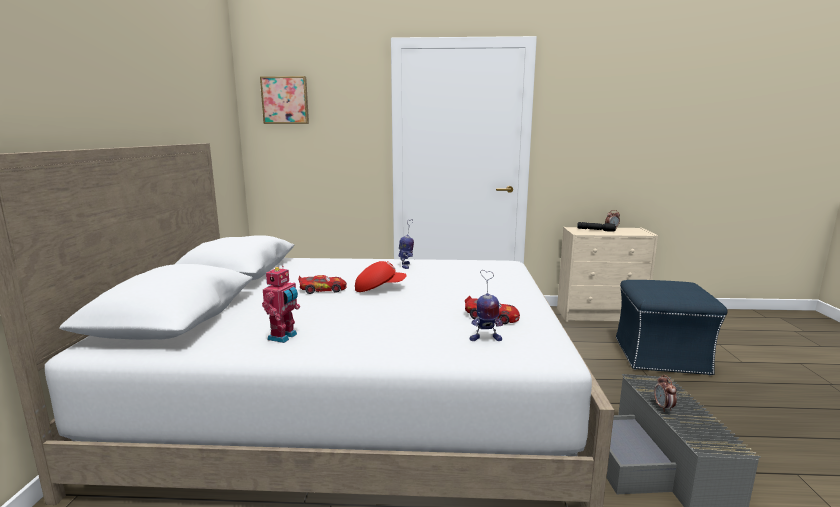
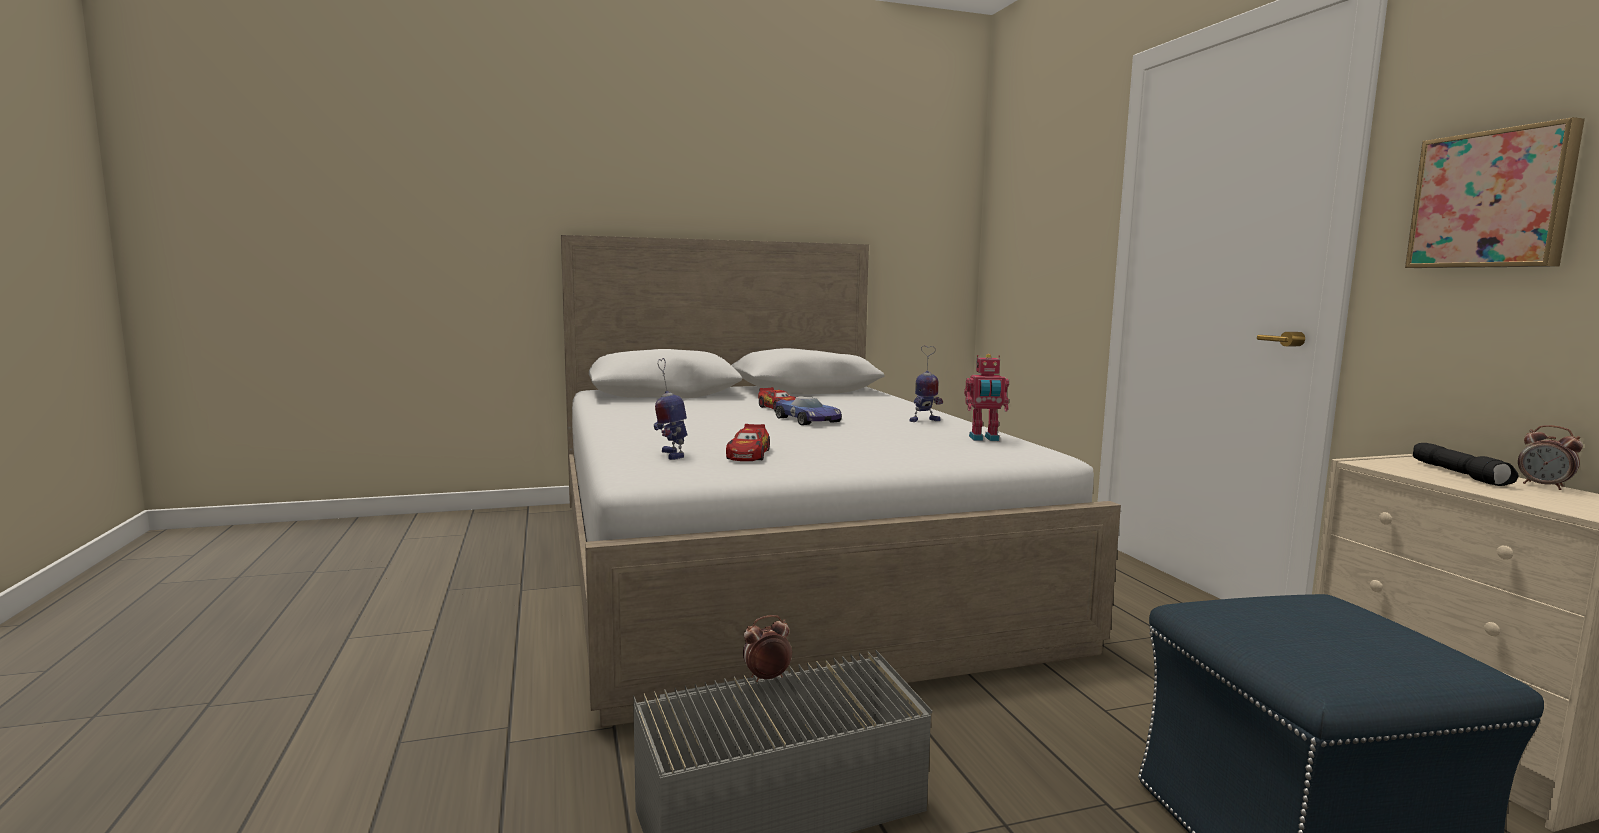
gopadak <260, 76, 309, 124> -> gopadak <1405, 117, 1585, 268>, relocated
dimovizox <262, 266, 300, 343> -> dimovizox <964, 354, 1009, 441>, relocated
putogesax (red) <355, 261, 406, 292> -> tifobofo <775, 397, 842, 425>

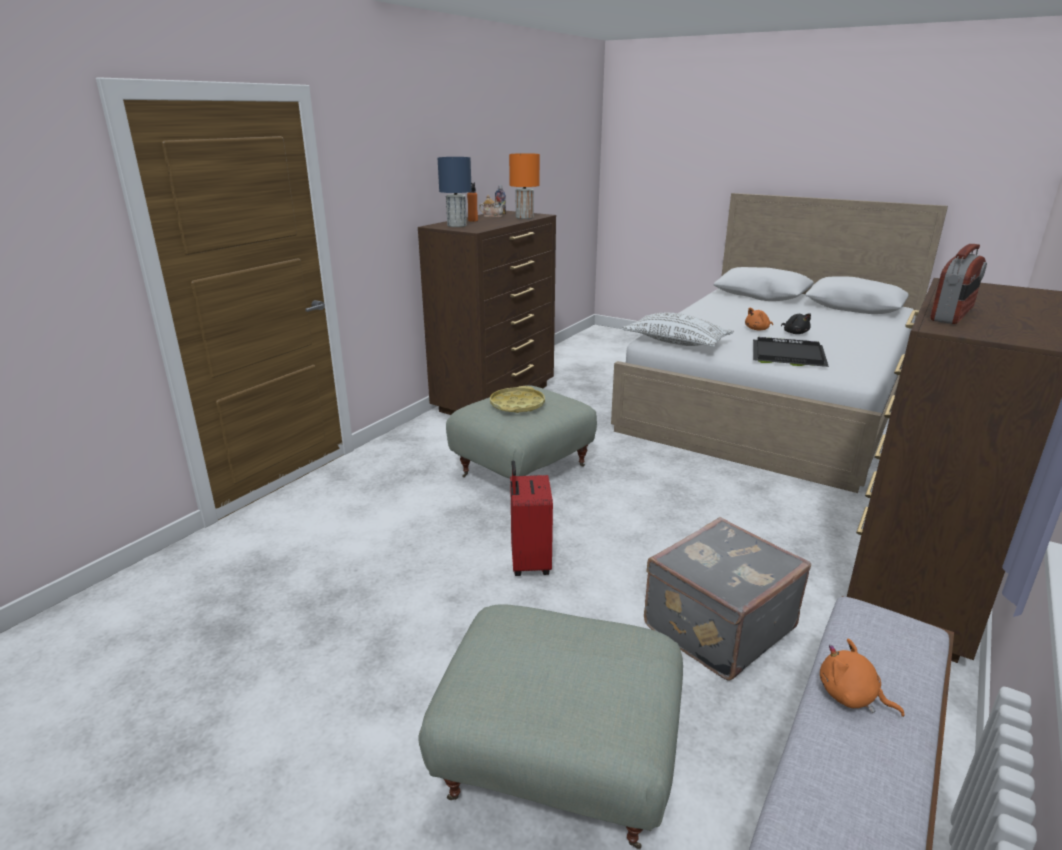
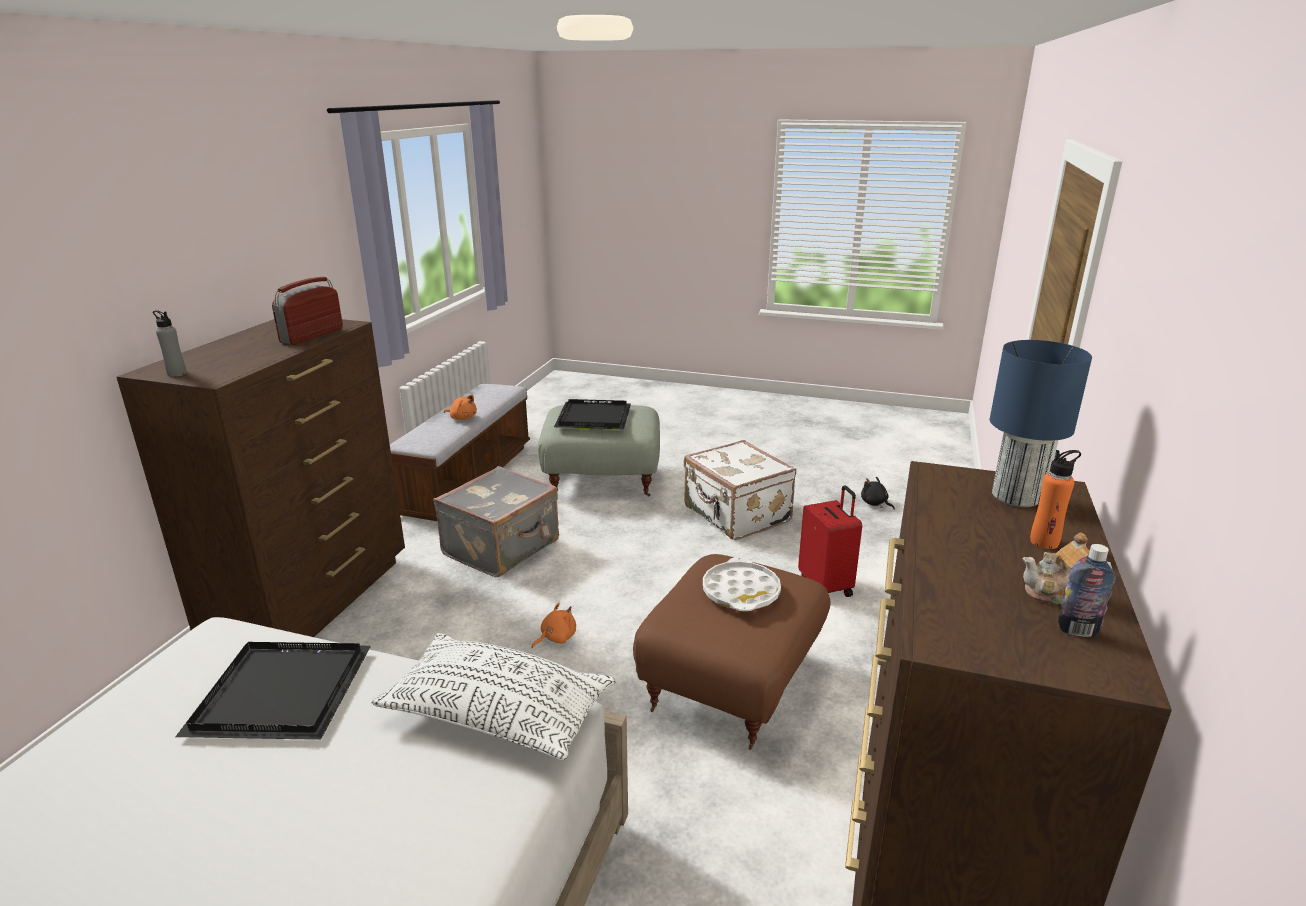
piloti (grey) <446, 385, 597, 478> -> piloti (brown) <633, 554, 831, 750>
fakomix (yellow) <490, 386, 545, 413> -> fakomix (white) <703, 557, 781, 611>
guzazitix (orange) <509, 153, 540, 219> -> none
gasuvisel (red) <510, 460, 553, 576> -> gasuvisel (red) <798, 485, 862, 597>, relocated
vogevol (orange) <745, 308, 773, 330> -> vogevol (orange) <532, 603, 576, 648>, relocated
vogevol (black) <781, 313, 811, 334> -> vogevol (black) <861, 477, 895, 510>, relocated
none -> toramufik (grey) <153, 310, 187, 377>
none -> fakomix (black) <554, 399, 631, 430>
none -> gasuvisel (white) <684, 440, 796, 540>

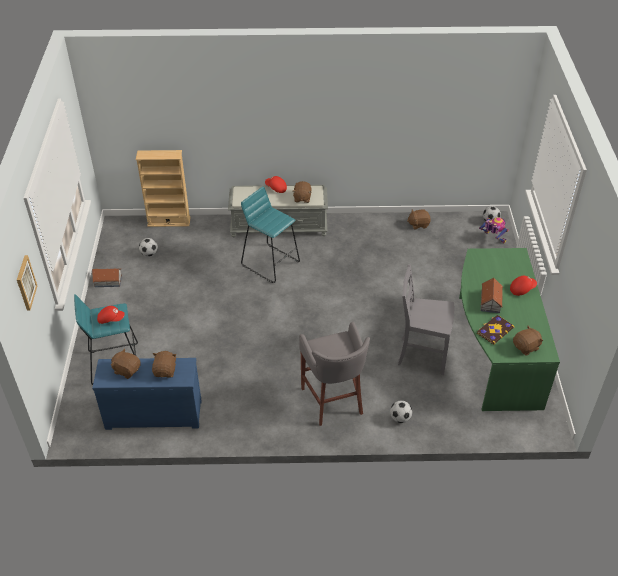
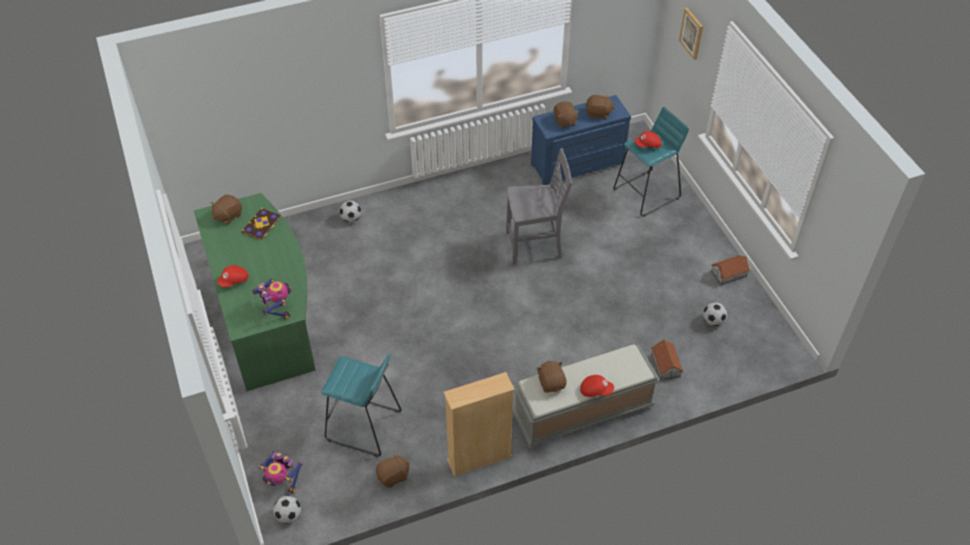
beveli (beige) <136, 150, 191, 227> -> beveli (beige) <443, 372, 515, 477>, relocated
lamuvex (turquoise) <241, 186, 300, 283> -> lamuvex (turquoise) <321, 354, 401, 457>, relocated
lamuvex (grey) <299, 322, 370, 426> -> none
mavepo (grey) <398, 264, 454, 375> -> mavepo (grey) <506, 148, 572, 265>, relocated
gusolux <481, 278, 503, 313> -> gusolux <651, 339, 683, 380>, relocated
none -> dimovizox <252, 278, 291, 319>

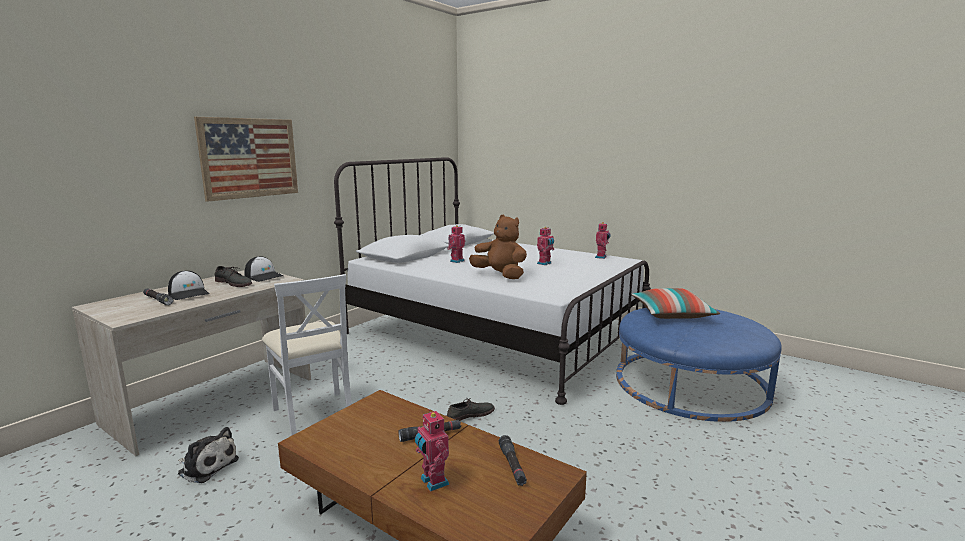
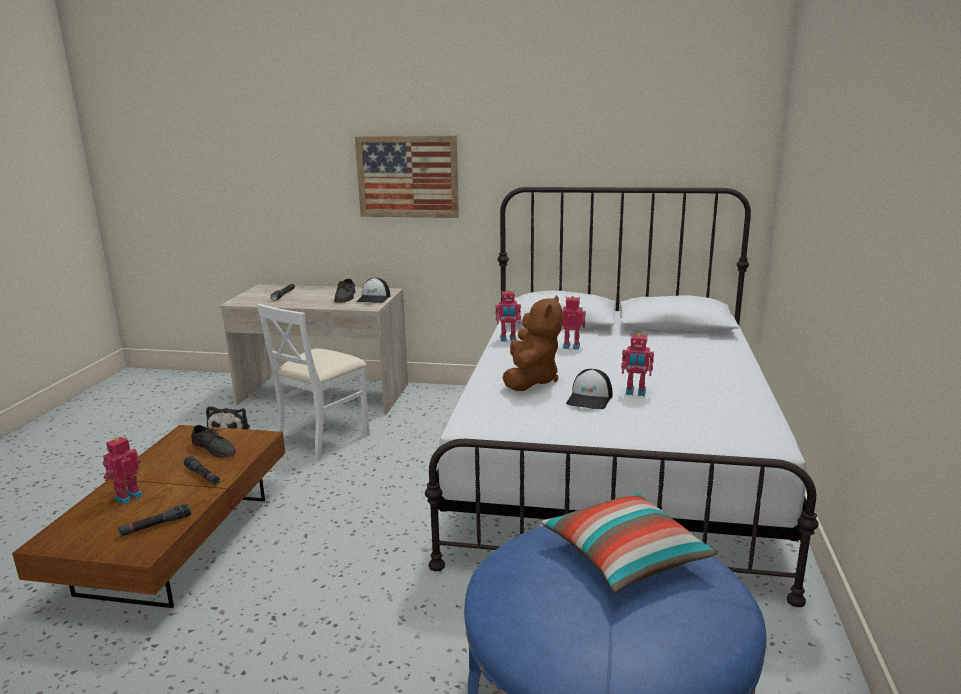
putogesax <168, 271, 209, 300> -> putogesax <566, 369, 612, 409>, relocated
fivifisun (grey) <447, 398, 495, 421> -> fivifisun (grey) <191, 425, 236, 458>, relocated
dimovizox <595, 222, 611, 259> -> dimovizox <495, 290, 521, 342>, relocated

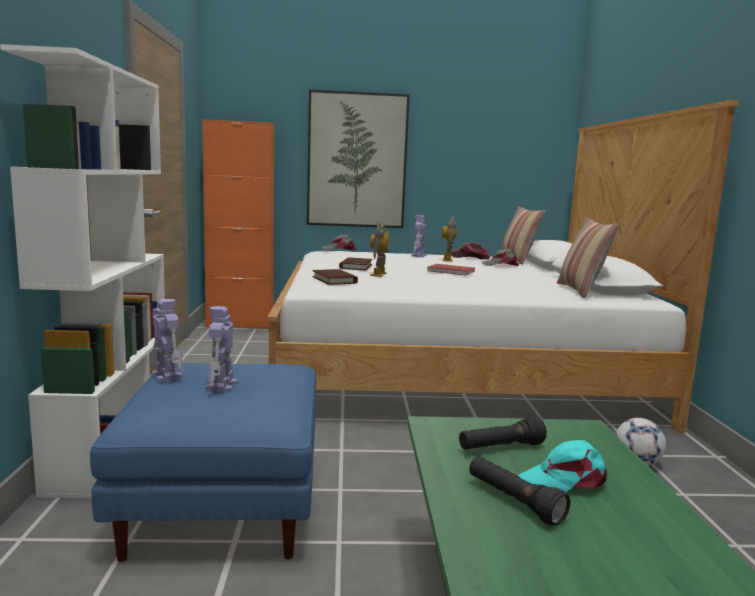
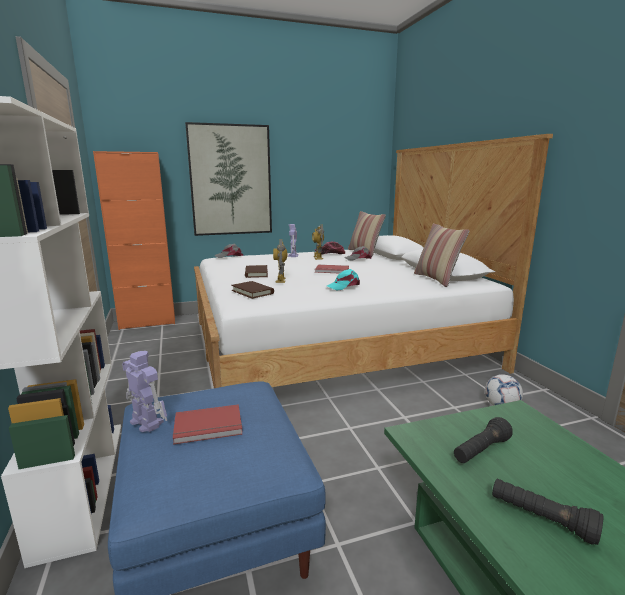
dimovizox <206, 306, 237, 392> -> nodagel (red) <173, 404, 242, 444>
putogesax (turquoise) <518, 440, 607, 492> -> putogesax (turquoise) <327, 269, 360, 290>, relocated

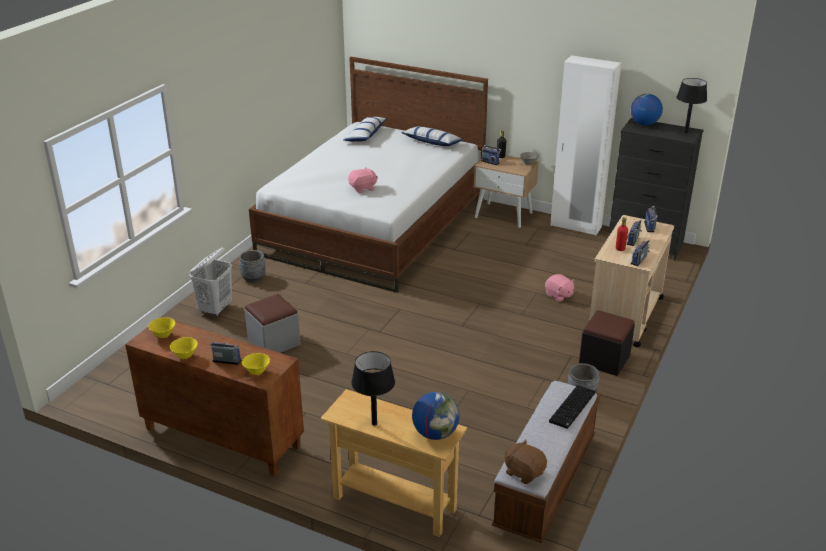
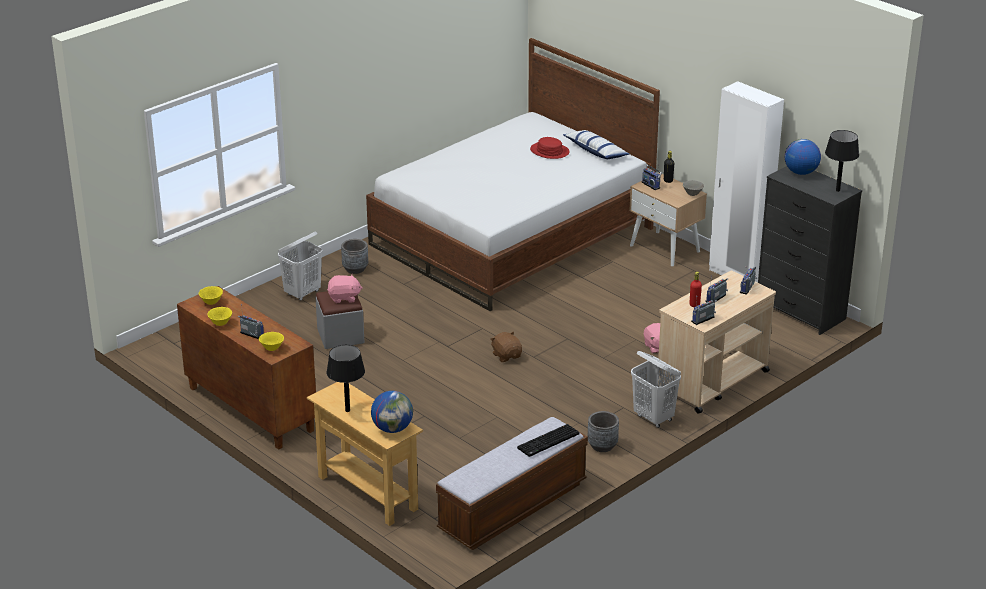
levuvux <343, 117, 387, 142> -> none
vogevol (pink) <348, 167, 378, 193> -> vogevol (pink) <327, 274, 363, 303>, relocated
vogevol (brown) <504, 440, 547, 484> -> vogevol (brown) <490, 332, 522, 362>, relocated
piloti (black) <579, 310, 635, 376> -> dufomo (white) <631, 351, 681, 428>
none -> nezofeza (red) <530, 137, 570, 159>

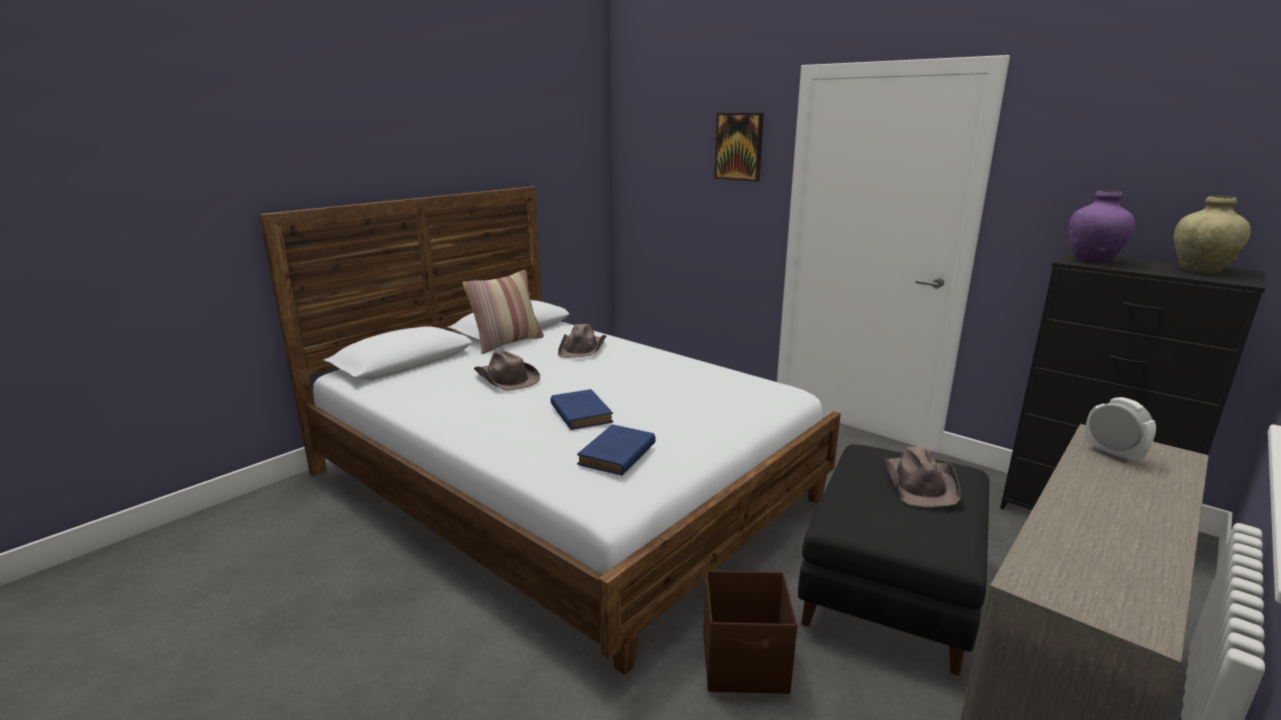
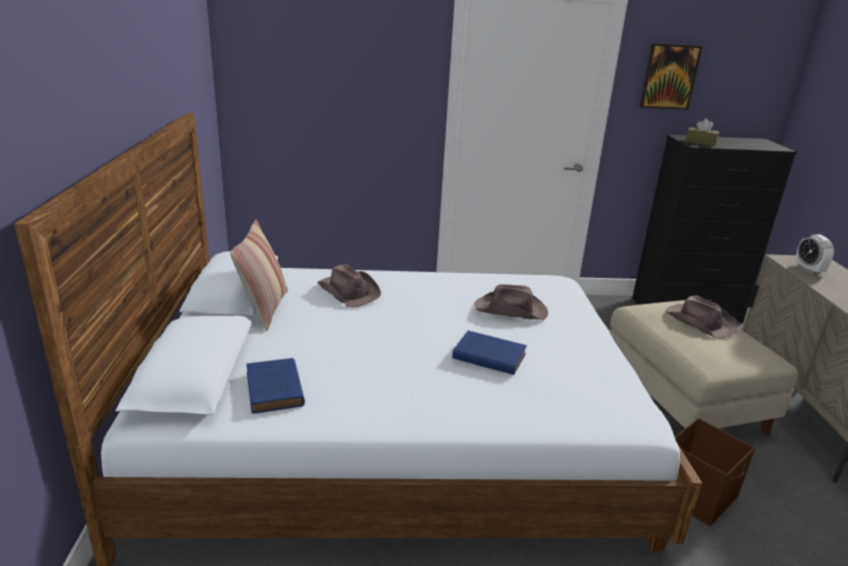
nezofeza (brown) <474, 351, 540, 391> -> nezofeza (brown) <474, 284, 548, 320>, relocated
nodagel (blue) <577, 424, 656, 476> -> nodagel (blue) <246, 358, 305, 414>, relocated
gopadak <714, 113, 764, 182> -> gopadak <639, 43, 703, 110>, relocated
piloti (black) <798, 444, 989, 676> -> piloti (beige) <609, 300, 798, 435>
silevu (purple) <1069, 190, 1135, 263> -> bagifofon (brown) <685, 118, 719, 146>
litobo <1084, 397, 1156, 464> -> litobo <795, 234, 834, 274>, 120 degrees counterclockwise
silevu (beige) <1174, 196, 1251, 274> -> none

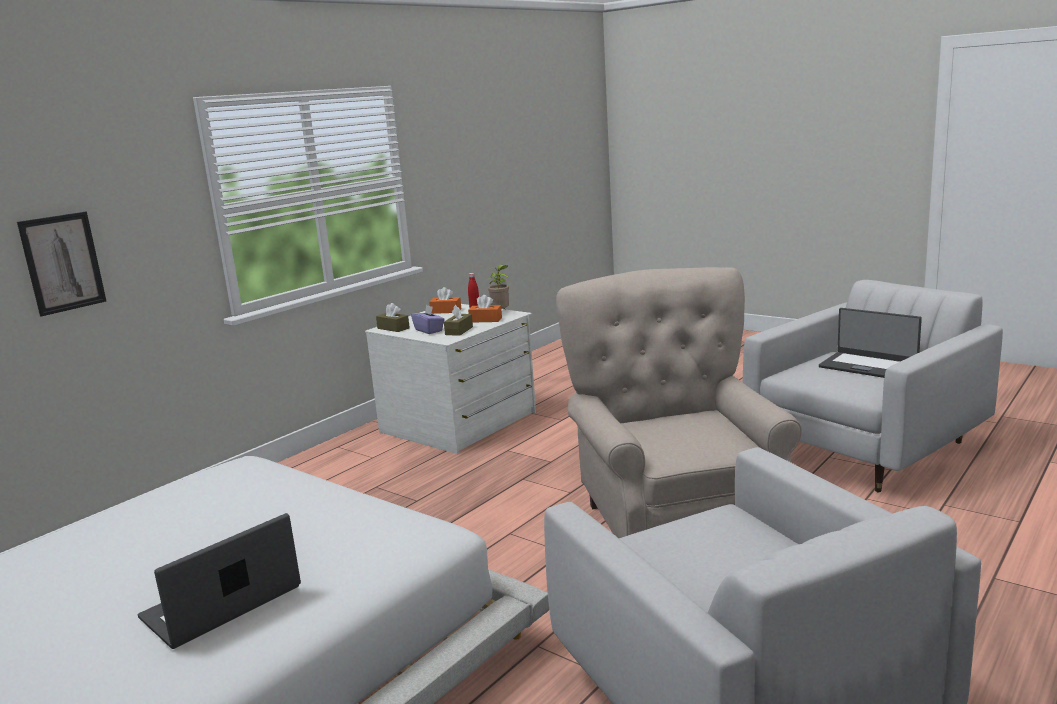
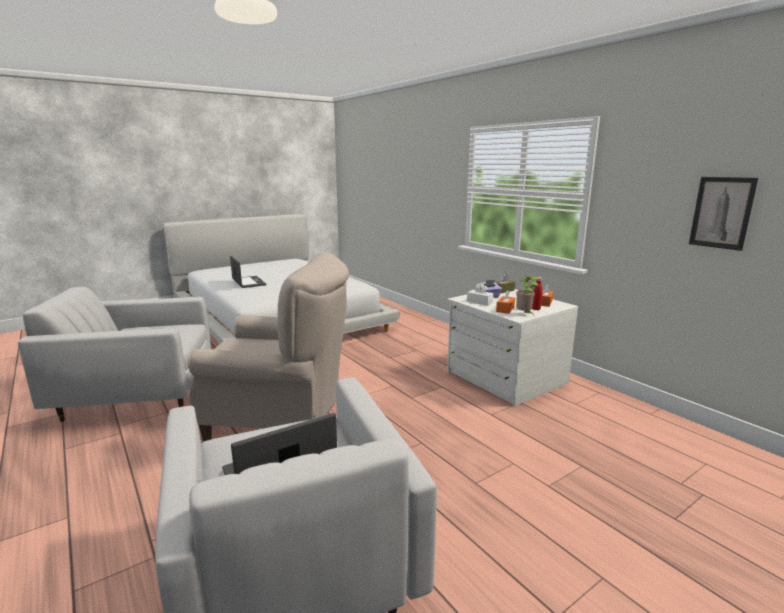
gopadak <17, 212, 106, 316> -> gopadak <689, 177, 758, 251>, relocated
bagifofon (brown) <444, 305, 473, 336> -> bagifofon (white) <467, 283, 493, 305>

